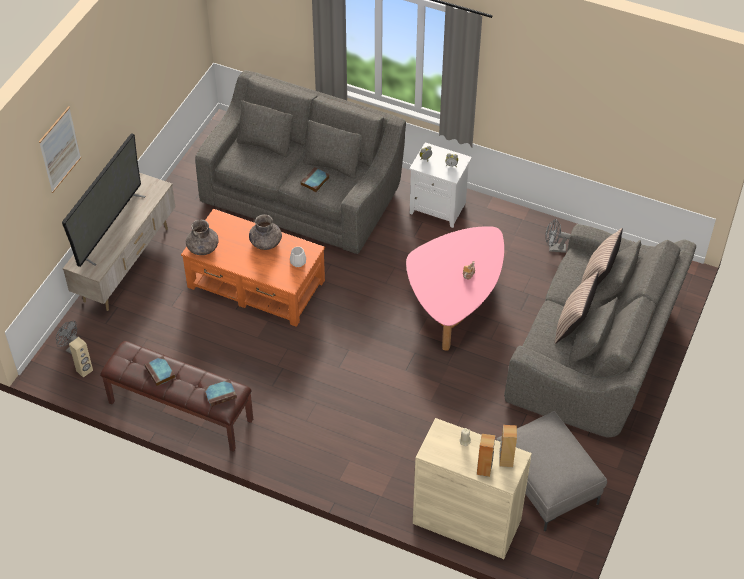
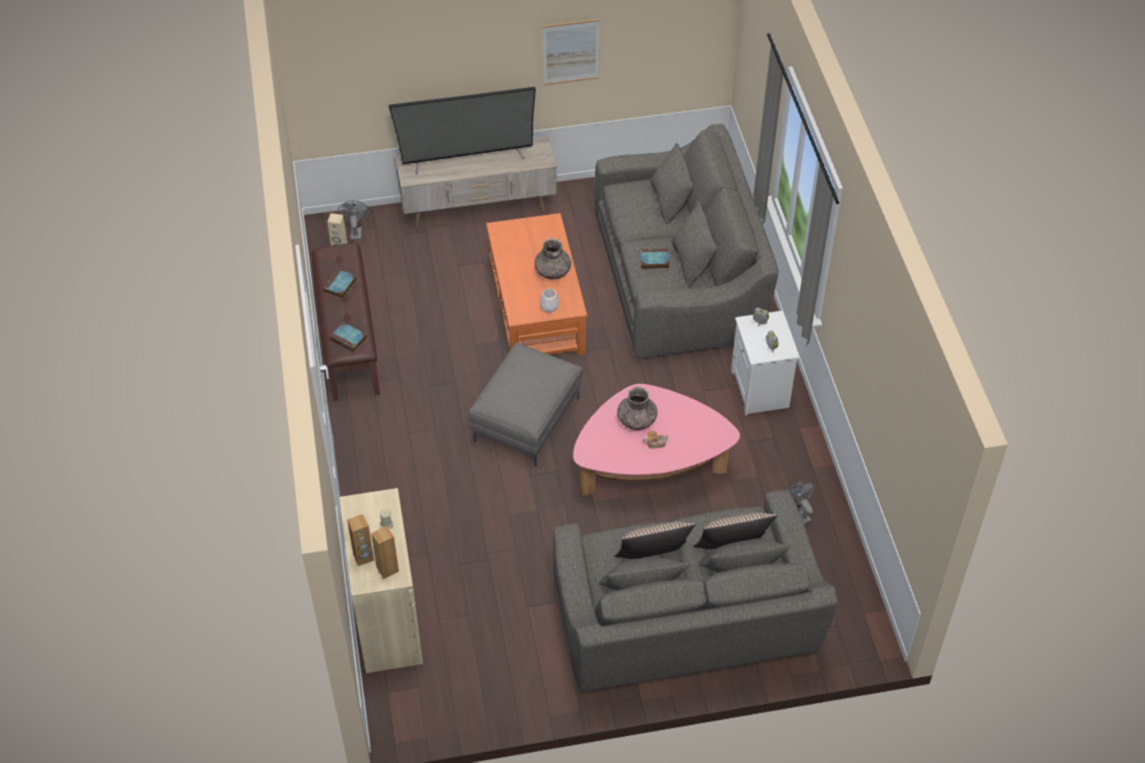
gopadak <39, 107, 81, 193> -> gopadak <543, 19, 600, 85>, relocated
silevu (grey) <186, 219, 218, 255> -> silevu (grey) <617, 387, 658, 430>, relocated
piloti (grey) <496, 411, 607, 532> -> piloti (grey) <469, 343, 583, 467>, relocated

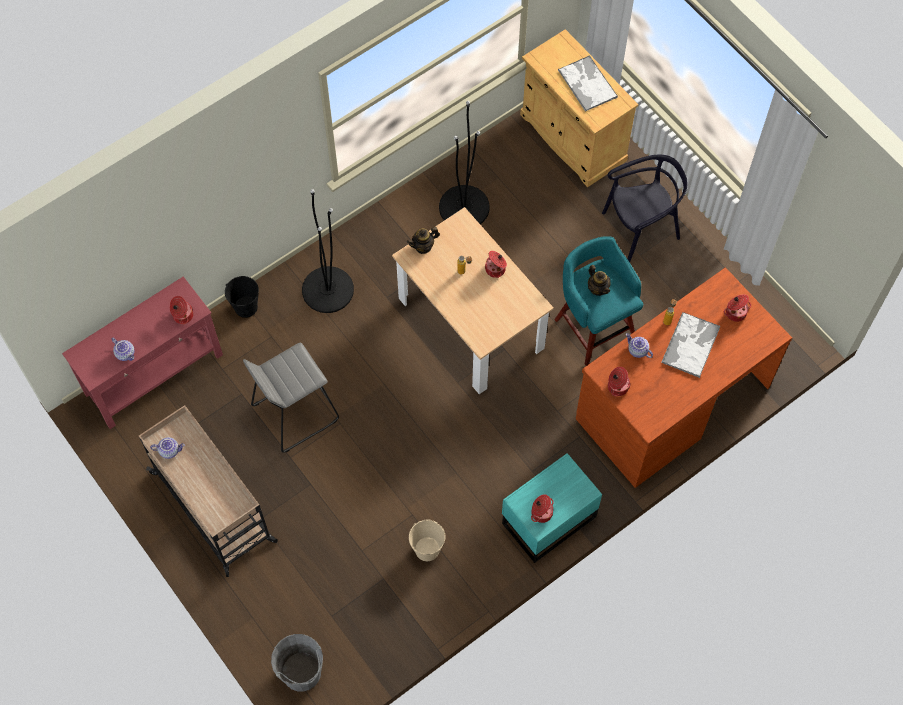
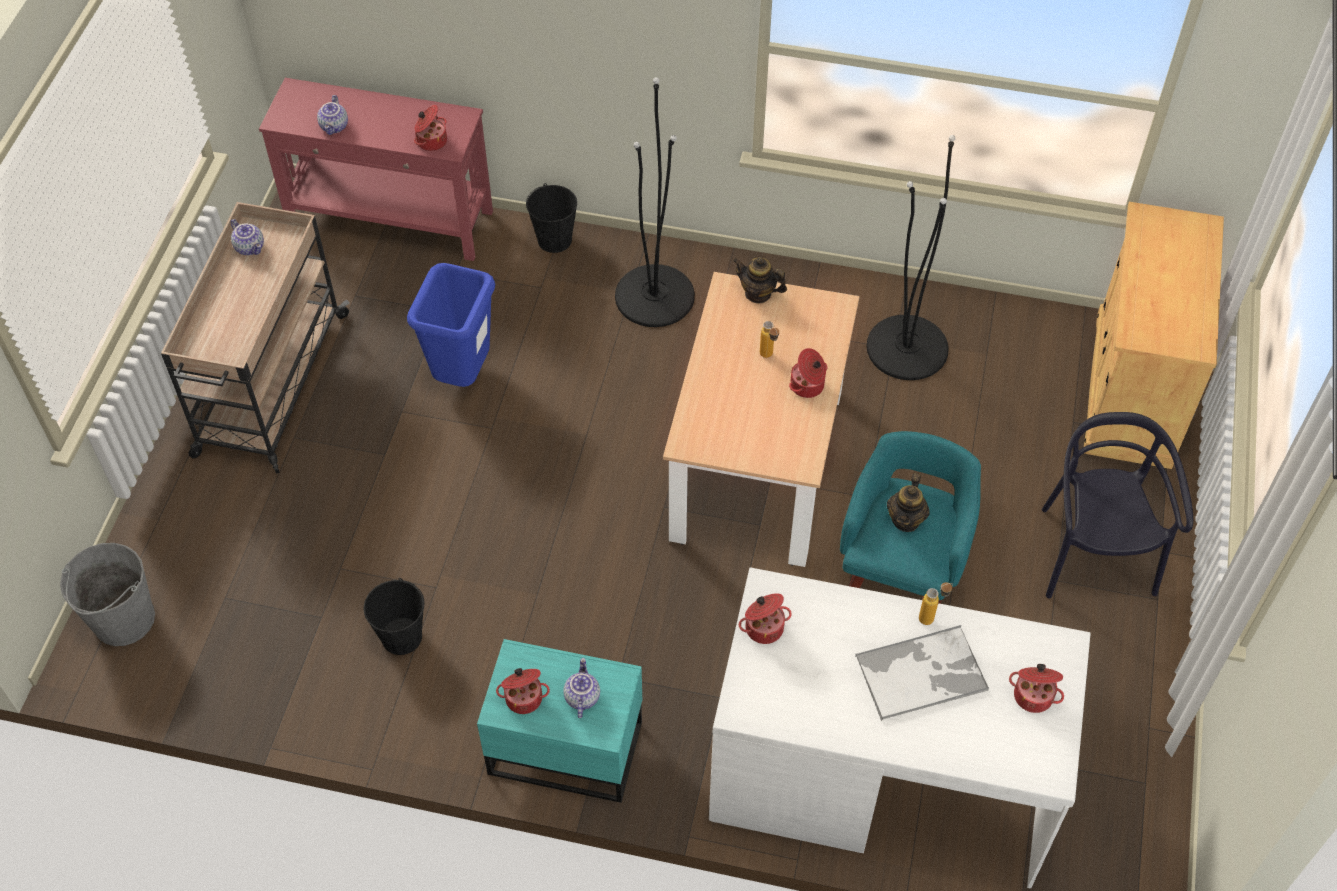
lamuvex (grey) <243, 343, 339, 453> -> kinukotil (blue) <407, 263, 495, 387>
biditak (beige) <409, 520, 445, 561> -> biditak (black) <364, 578, 424, 655>
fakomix <558, 55, 618, 112> -> none
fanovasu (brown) <576, 267, 792, 488> -> fanovasu (white) <709, 567, 1091, 889>
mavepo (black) <602, 155, 688, 263> -> mavepo (black) <1042, 412, 1193, 599>, 120 degrees counterclockwise
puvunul <626, 333, 653, 358> -> puvunul <563, 658, 600, 718>, relocated

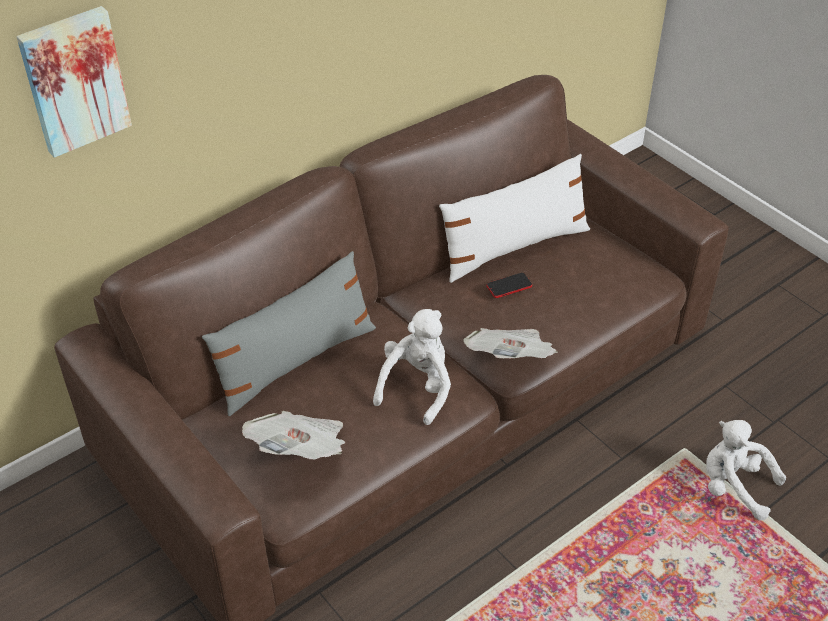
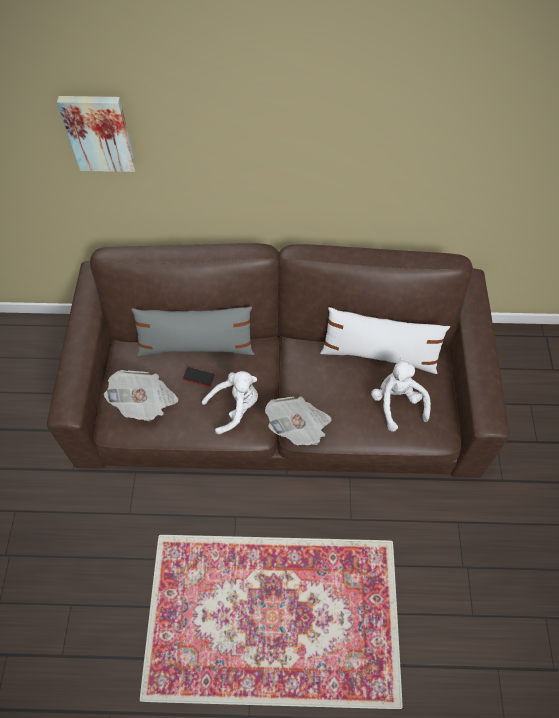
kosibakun <486, 273, 532, 298> -> kosibakun <183, 367, 215, 387>, relocated
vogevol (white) <706, 420, 786, 520> -> vogevol (white) <371, 358, 431, 432>, relocated

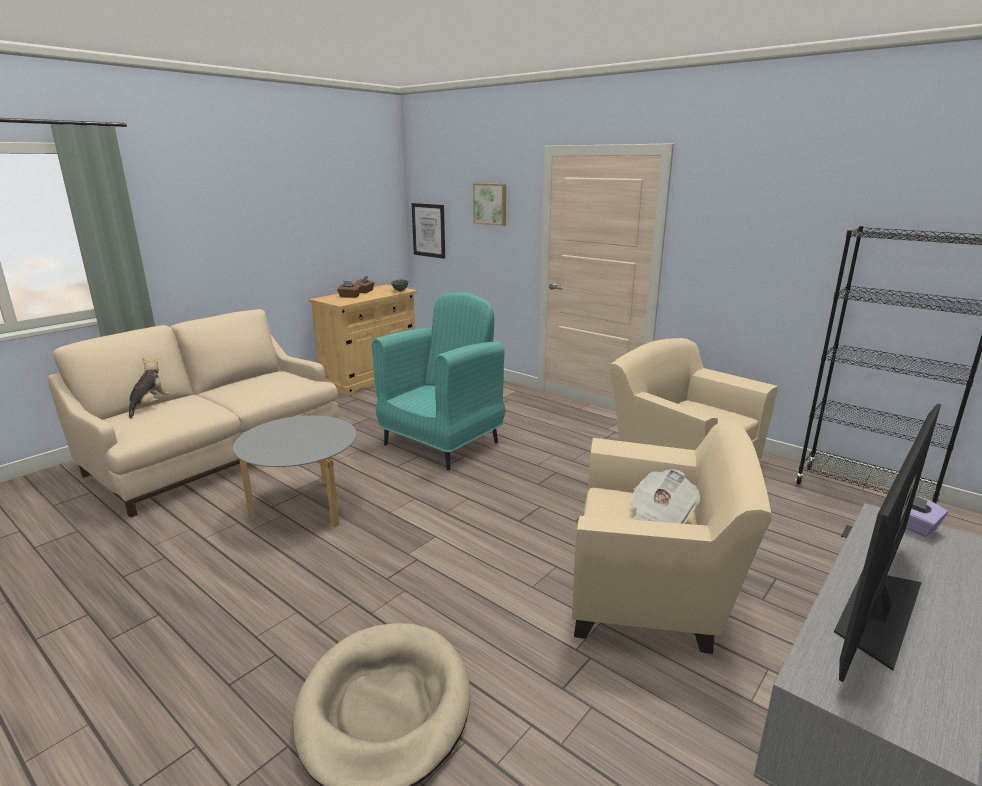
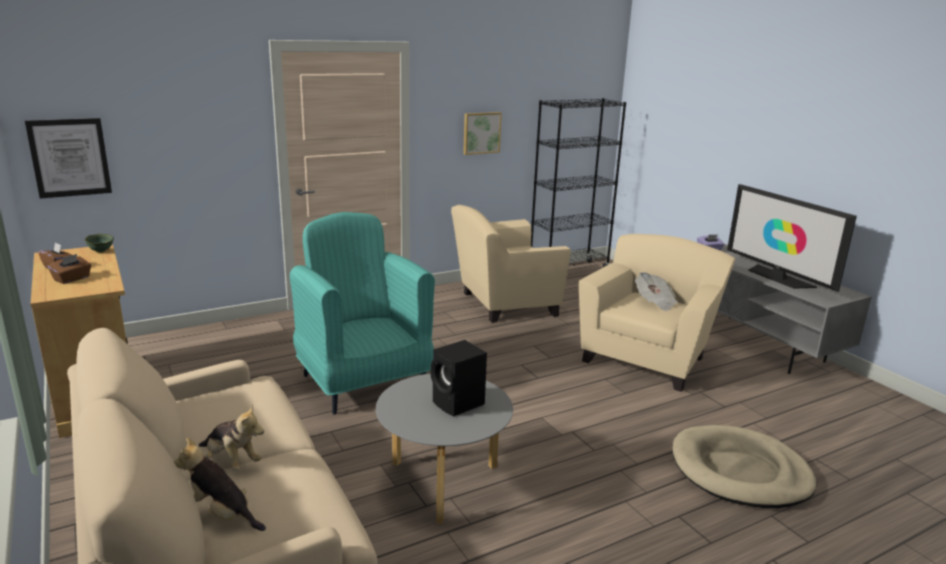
gopadak <473, 183, 506, 226> -> gopadak <463, 112, 502, 155>, relocated
none -> vogevol <199, 405, 264, 471>
none -> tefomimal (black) <431, 340, 487, 416>

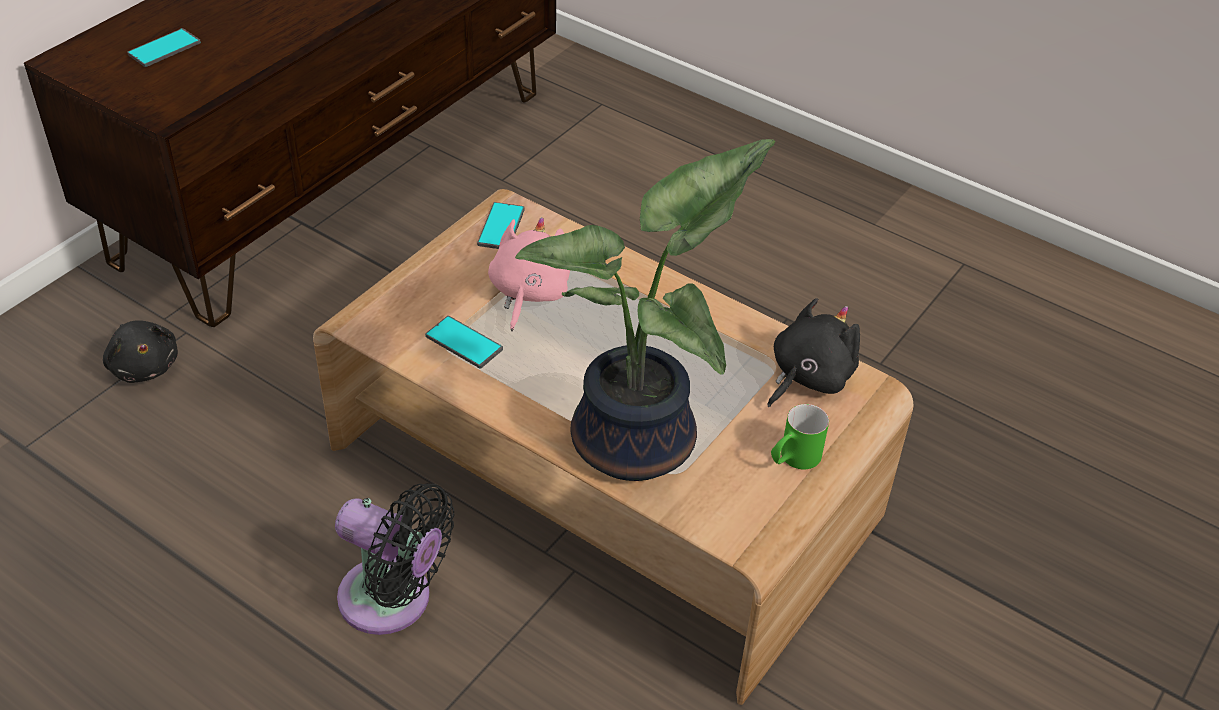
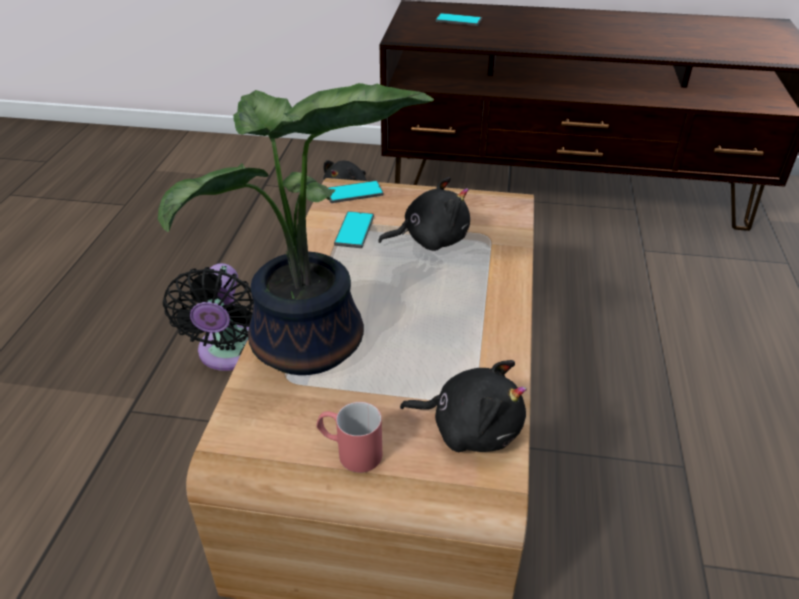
kosibakun <477, 202, 525, 249> -> kosibakun <328, 181, 384, 203>, relocated
vogevol (pink) <488, 217, 570, 331> -> vogevol (black) <378, 177, 470, 251>
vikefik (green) <771, 404, 829, 469> -> vikefik (red) <316, 402, 382, 473>

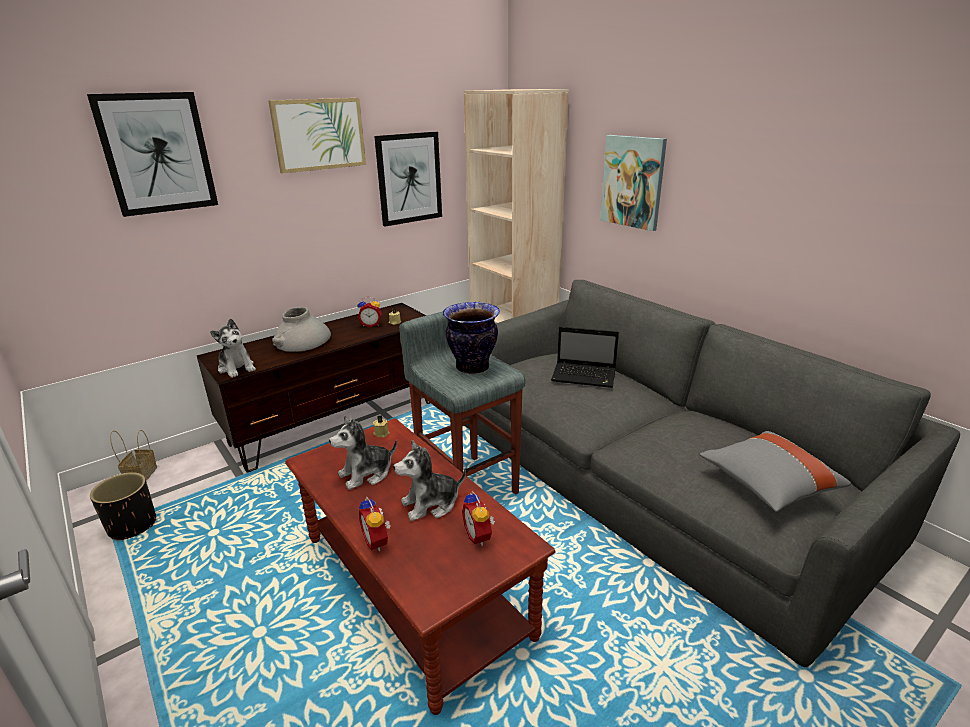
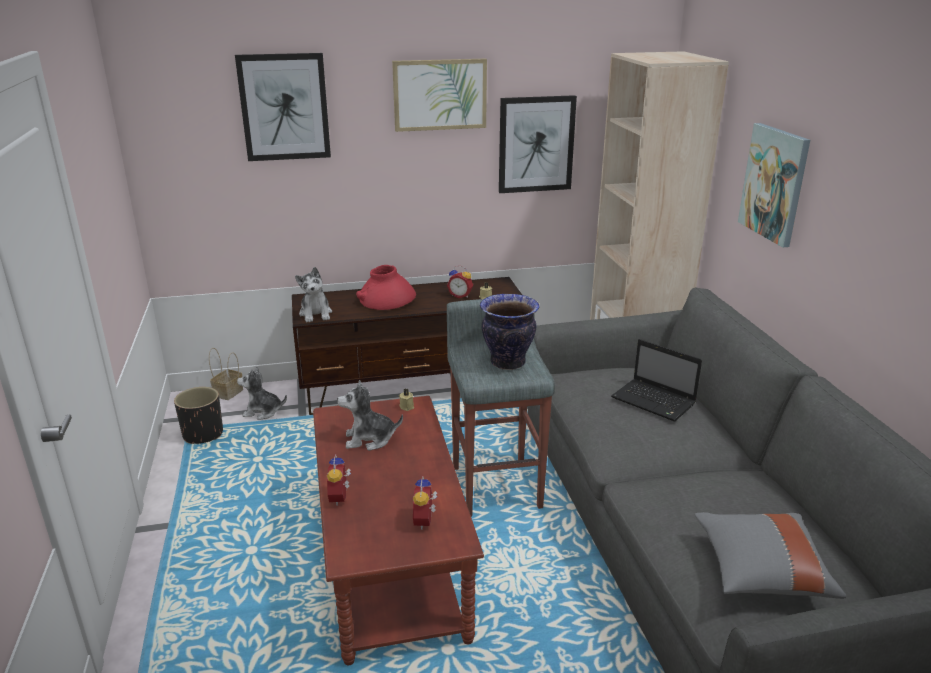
silevu (grey) <272, 307, 331, 352> -> silevu (red) <356, 265, 416, 310>
vogevol <394, 440, 466, 521> -> vogevol <237, 367, 287, 420>, relocated

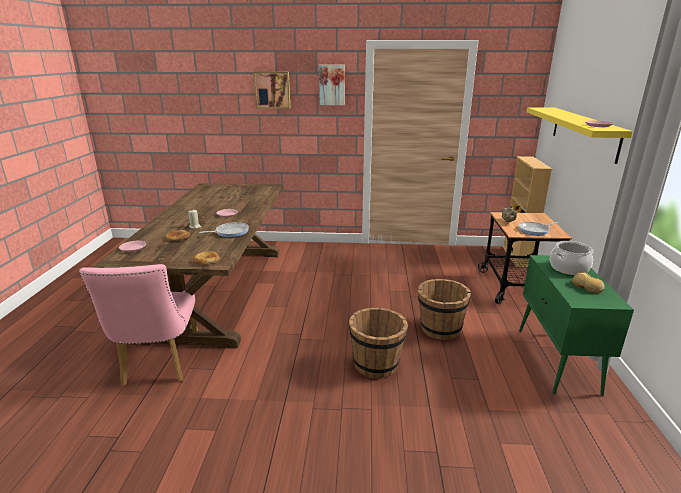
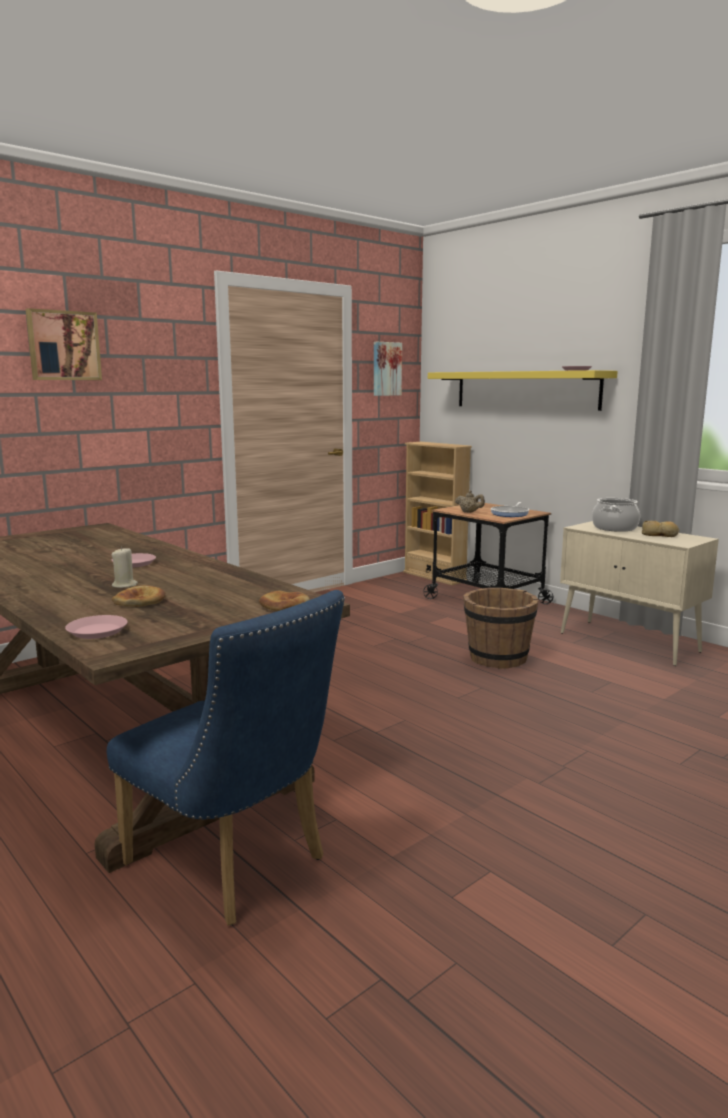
mavepo (pink) <79, 264, 198, 386> -> mavepo (blue) <107, 590, 345, 926>
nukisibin <199, 222, 249, 237> -> none
gopadak <319, 65, 345, 105> -> gopadak <374, 342, 402, 396>, relocated
biditak (brown) <349, 308, 408, 379> -> none
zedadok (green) <519, 255, 634, 396> -> zedadok (beige) <560, 521, 719, 666>

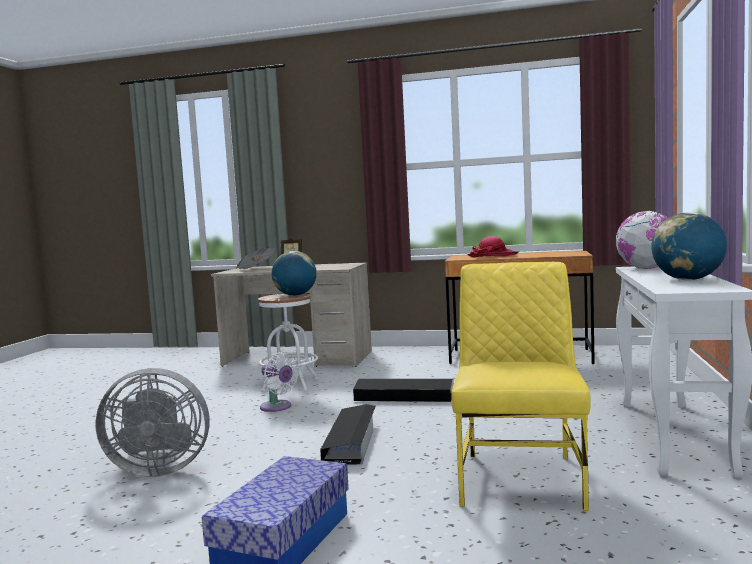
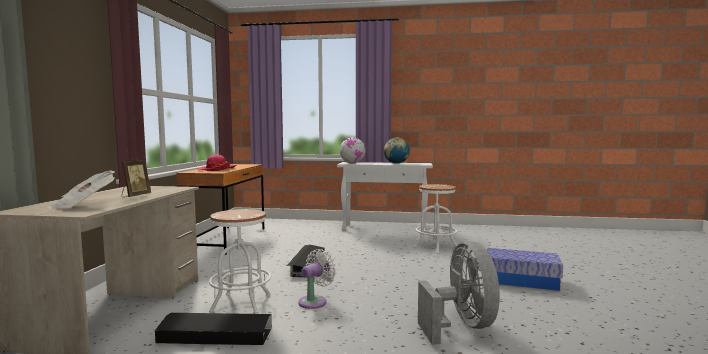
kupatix <272, 251, 317, 296> -> none
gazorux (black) <320, 404, 376, 464> -> gazorux (black) <155, 313, 272, 345>, relocated
mavepo (yellow) <451, 262, 591, 511> -> lamuvex (white) <414, 184, 457, 254>

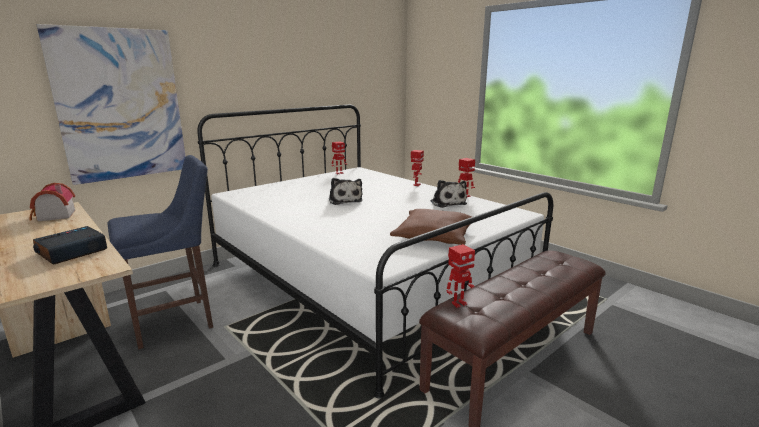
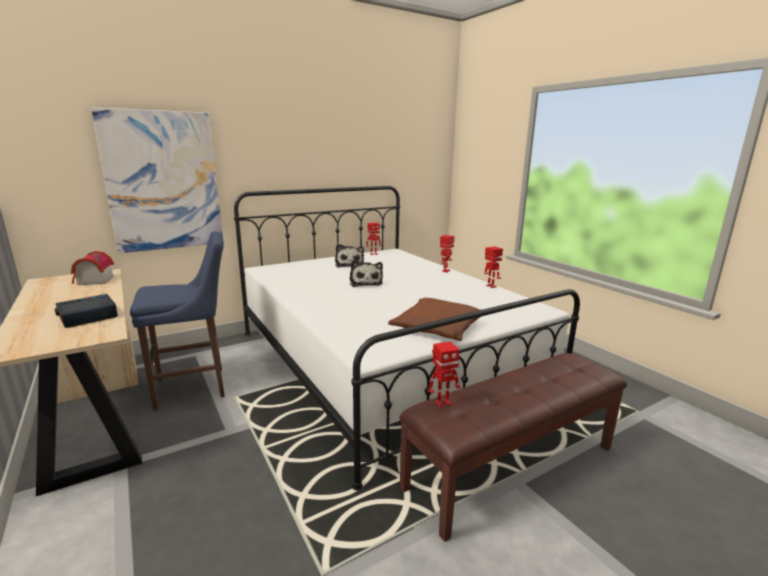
vogevol <431, 180, 467, 208> -> vogevol <335, 244, 364, 268>, relocated

